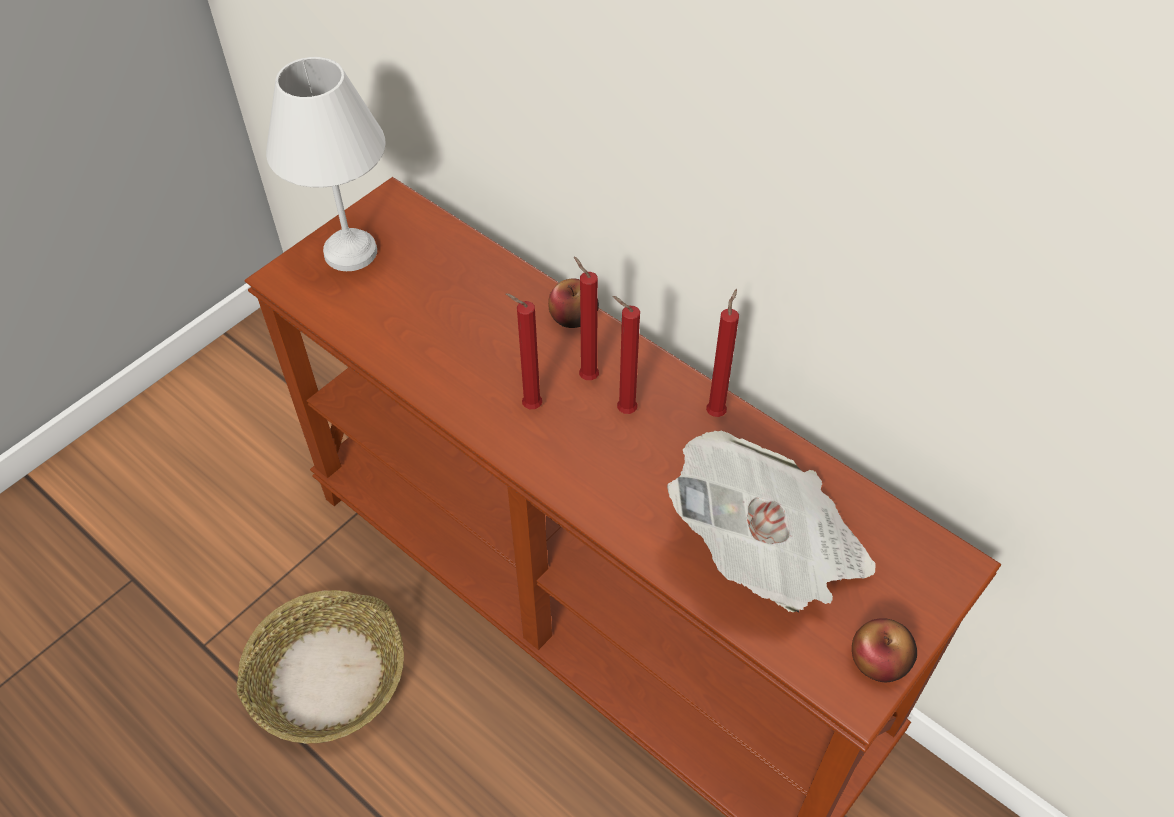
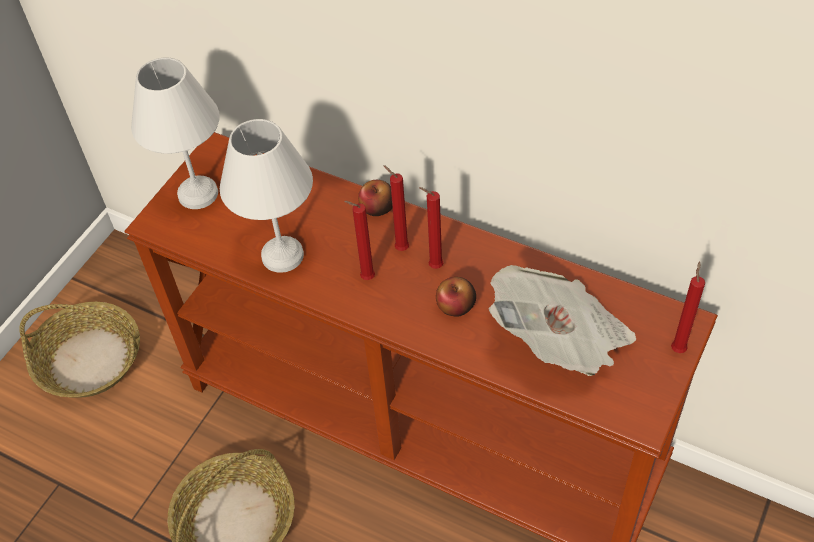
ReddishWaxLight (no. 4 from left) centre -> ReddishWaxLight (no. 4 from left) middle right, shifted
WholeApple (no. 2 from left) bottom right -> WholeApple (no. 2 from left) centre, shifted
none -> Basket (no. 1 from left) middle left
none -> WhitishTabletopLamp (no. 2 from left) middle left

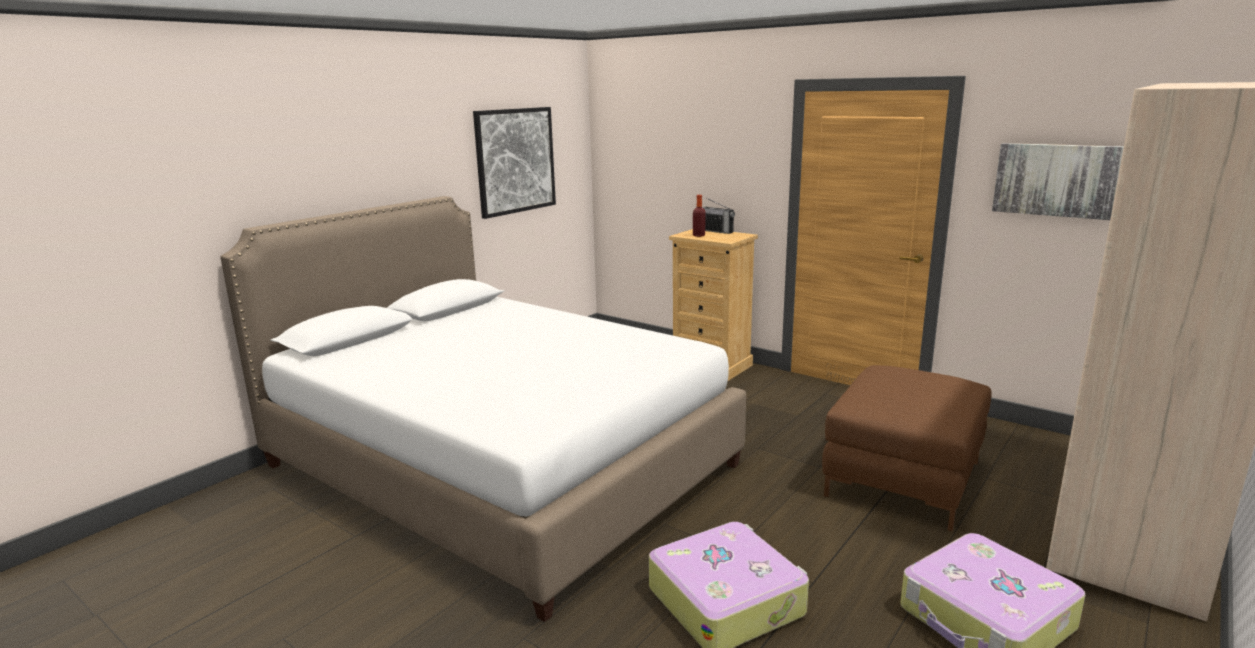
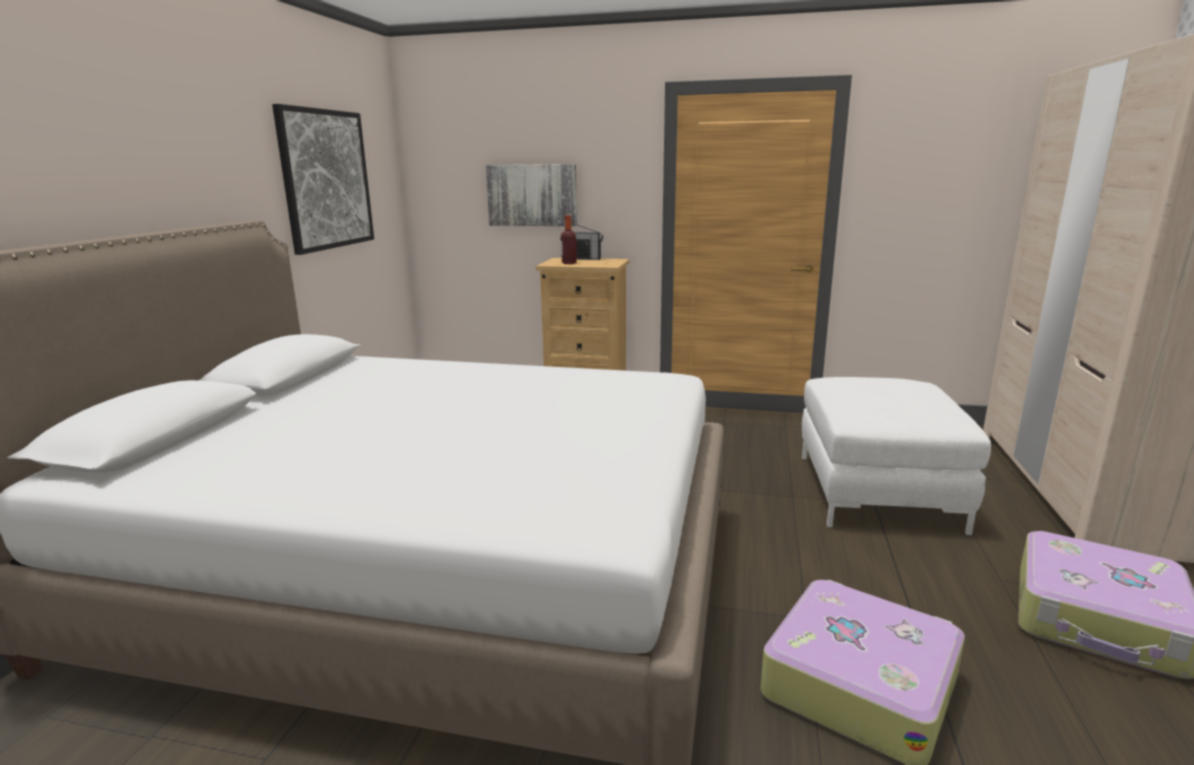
BrownColouredFootrest bottom right -> WhitishFootrest middle right
WallArt (no. 2 from left) top right -> WallArt (no. 2 from left) top centre, shifted

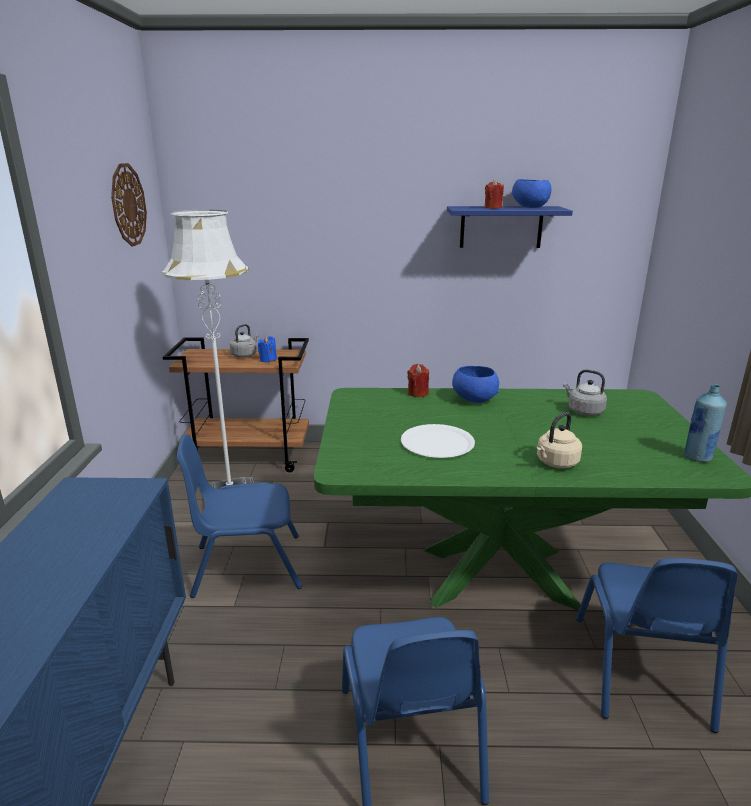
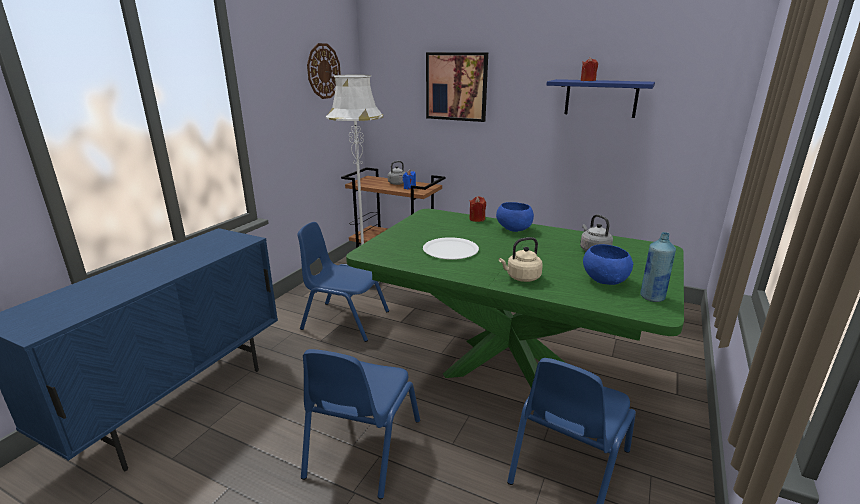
BluishServingBowl (no. 2 from left) top right -> BluishServingBowl (no. 2 from left) middle right, shifted
none -> WallArt top centre

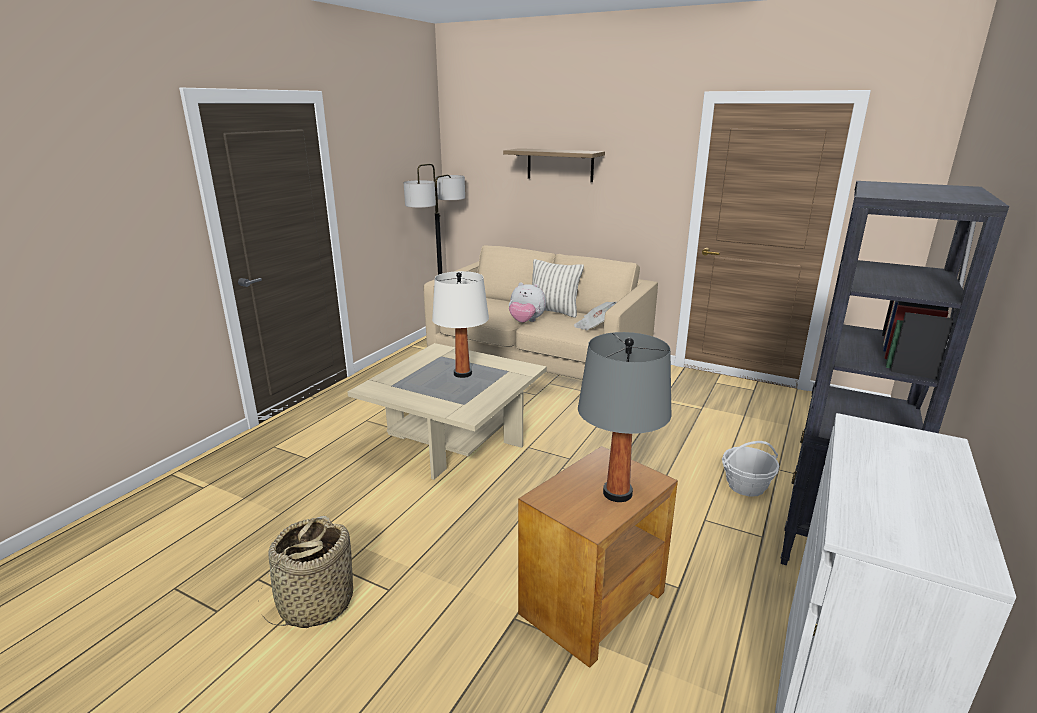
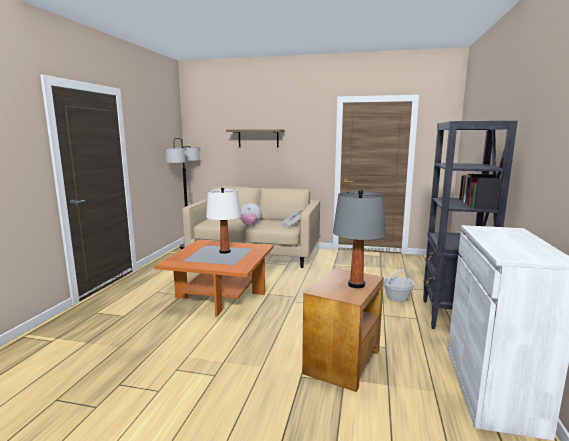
Basket (no. 1 from left) bottom left -> none
BeigeCoffeeTable centre -> OrangeyCoffeeTable centre
Pillow centre -> none

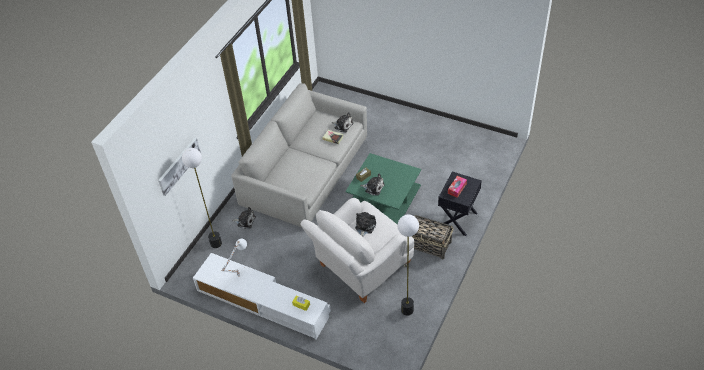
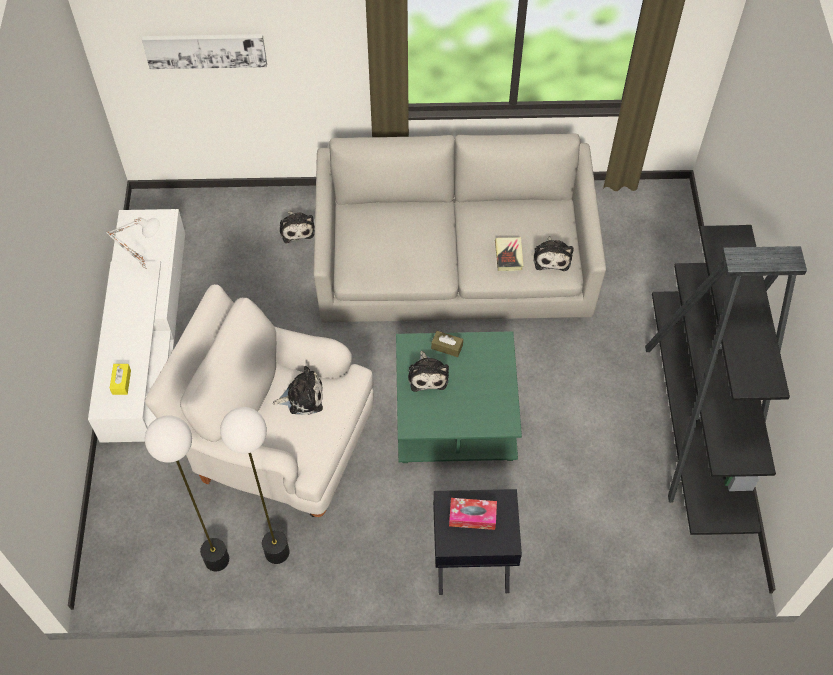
StandardLamp (no. 1 from left in the first image) middle left -> StandardLamp (no. 2 from left) bottom left, shifted
Basket centre -> none
none -> BlackColouredShelvingUnit middle right

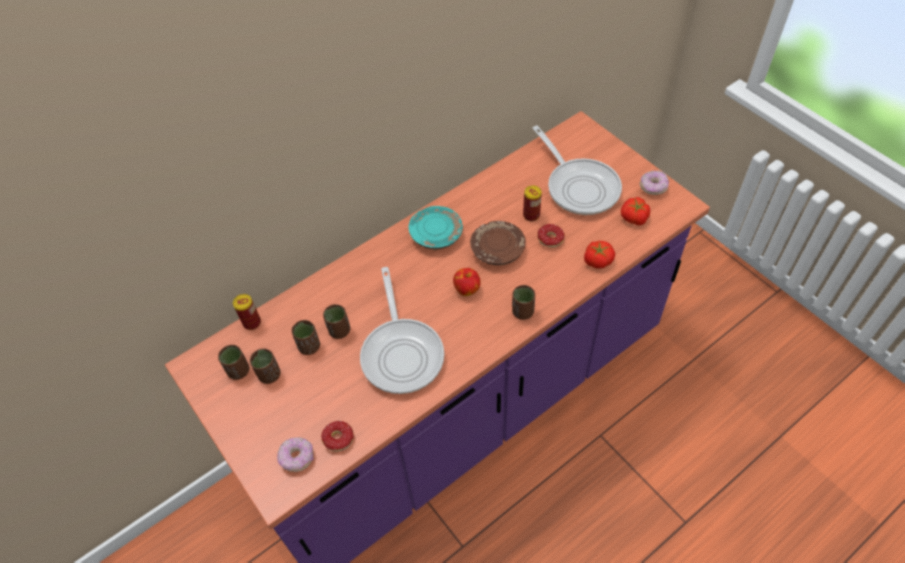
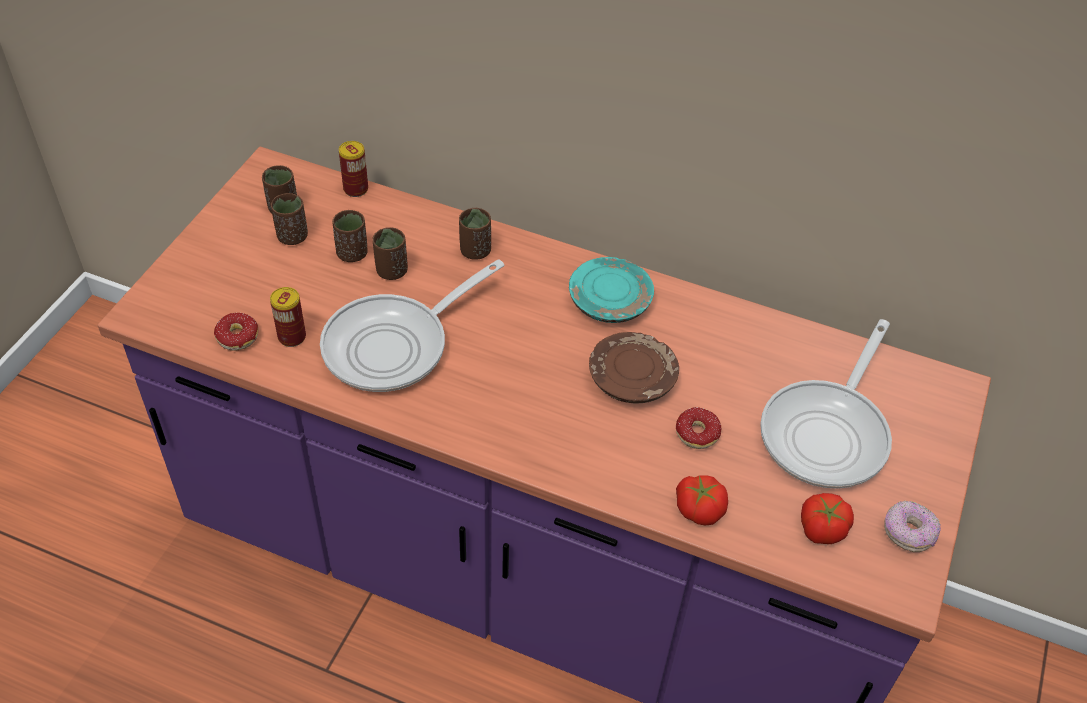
Donut (no. 1 from left) bottom left -> none
WholeApple centre -> none
BrownColouredCup (no. 5 from left) centre -> BrownColouredCup (no. 5 from left) top centre, shifted
Can (no. 2 from left in the first image) centre -> Can (no. 1 from left) middle left, shifted

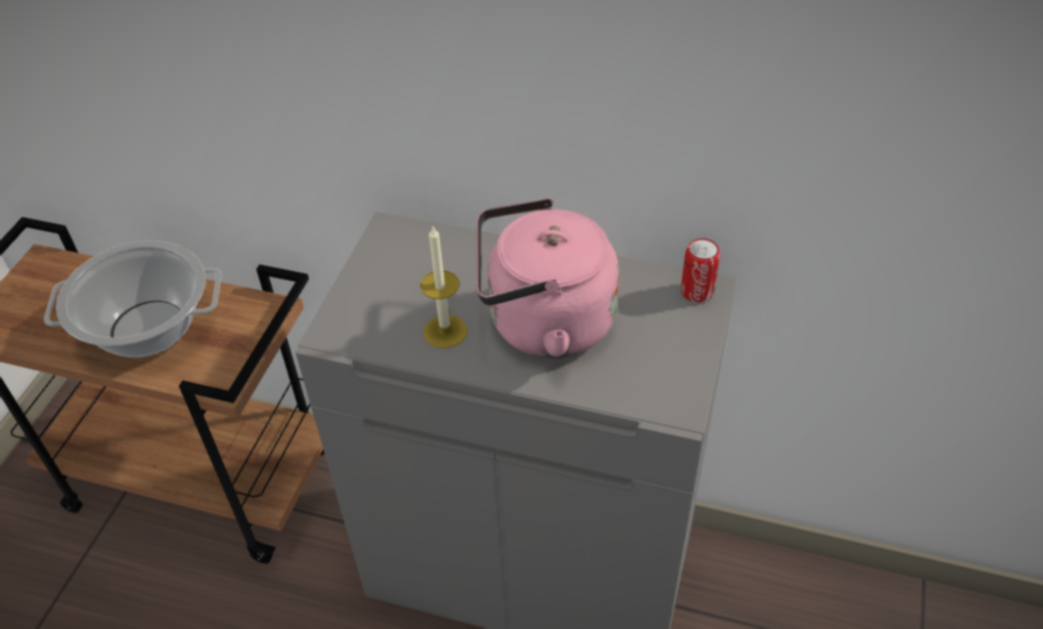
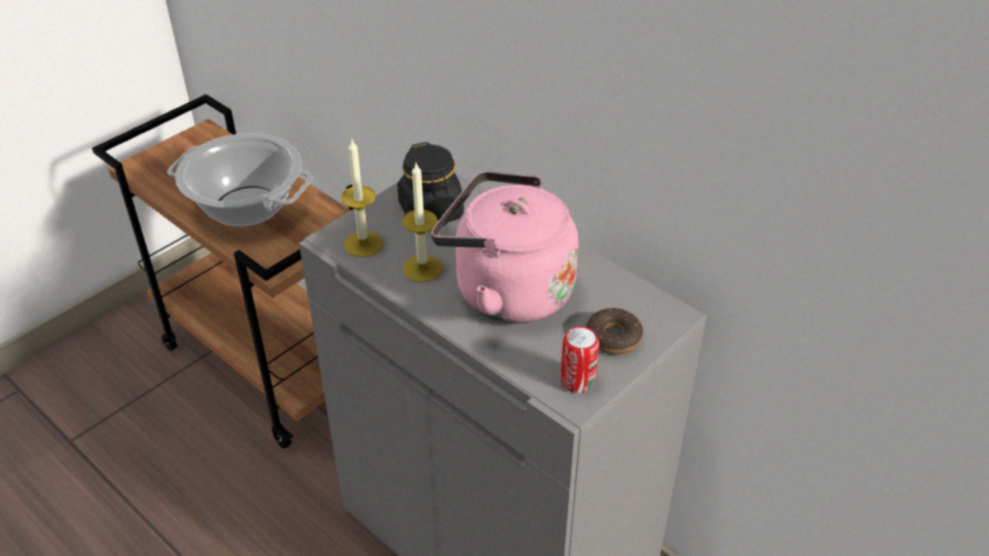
Can middle right -> Can centre, shifted
none -> WaxLight (no. 1 from left) centre
none -> BlackColouredStorageJar top centre
none -> Donut centre

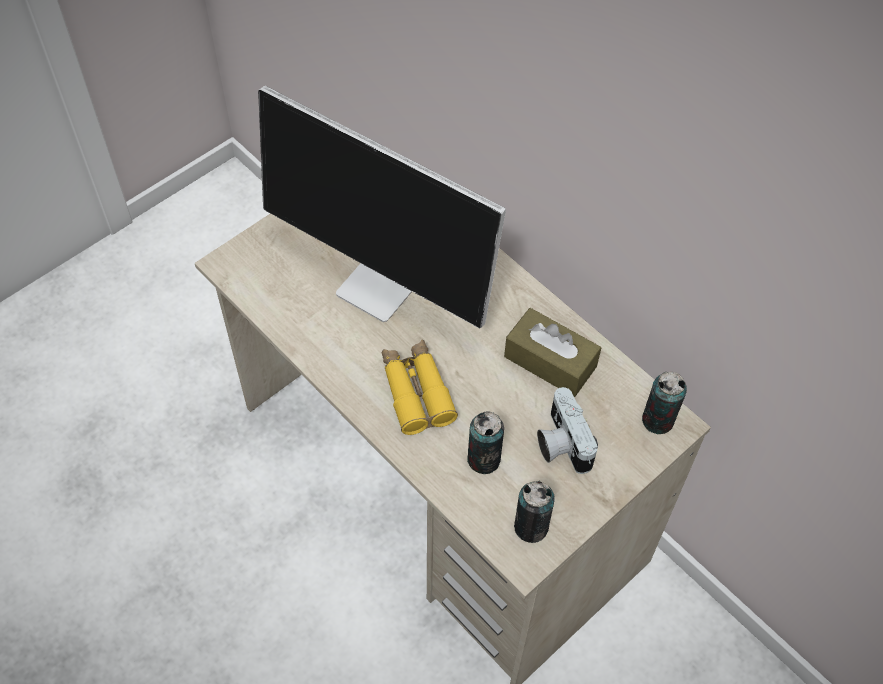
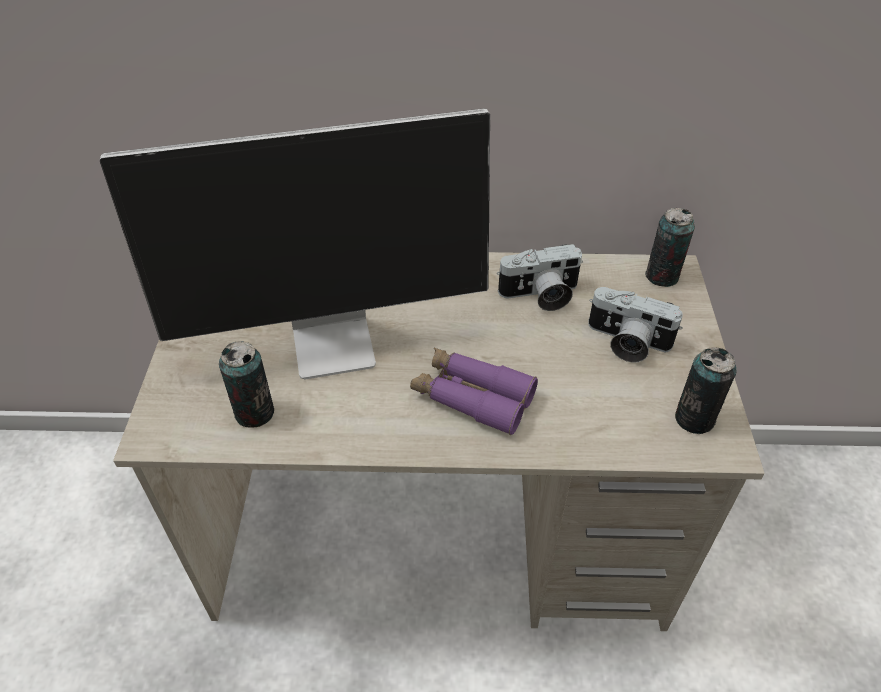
YellowBinoculars centre -> PurpleBinoculars centre
Can (no. 1 from left) centre -> Can (no. 1 from left) middle left, shifted
BrownColouredTissueBox centre -> StillCamera (no. 1 from left) centre

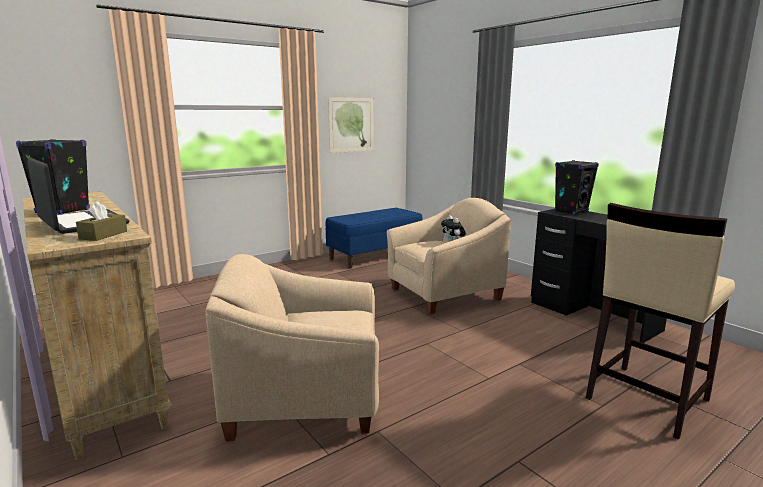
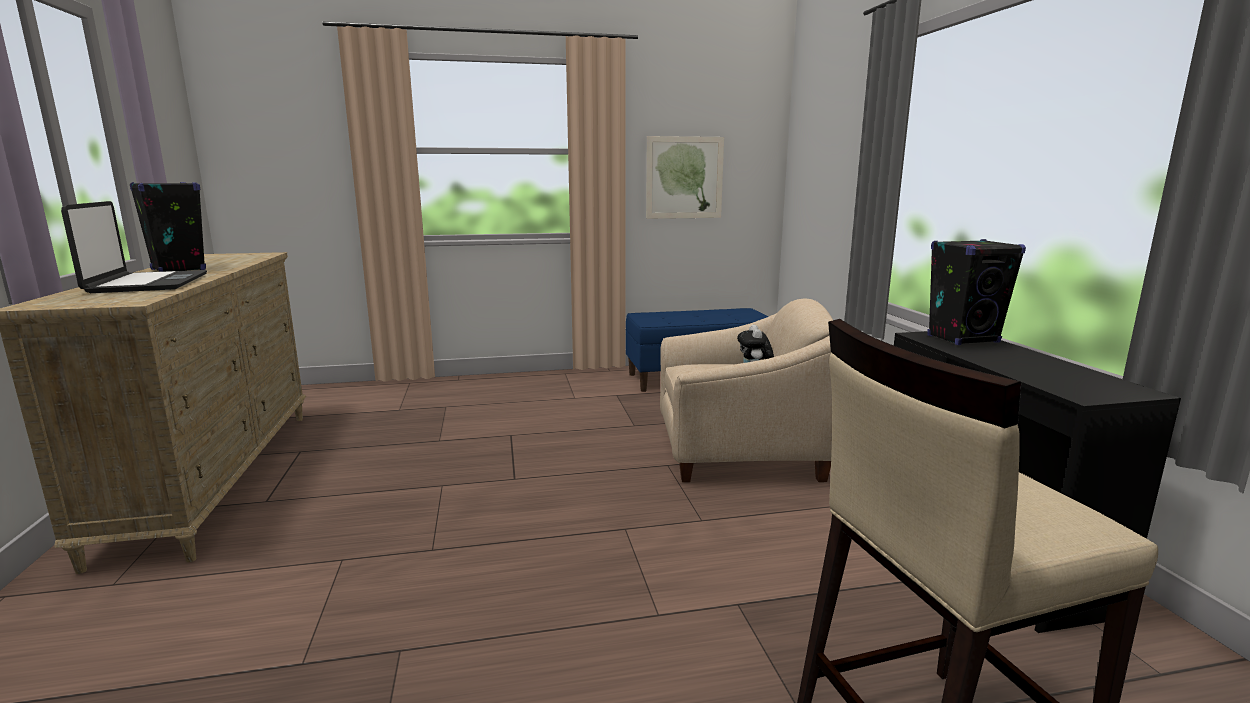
BrownColouredTissueBox middle left -> none
BeigeLoungeChair (no. 1 from left) bottom centre -> none

